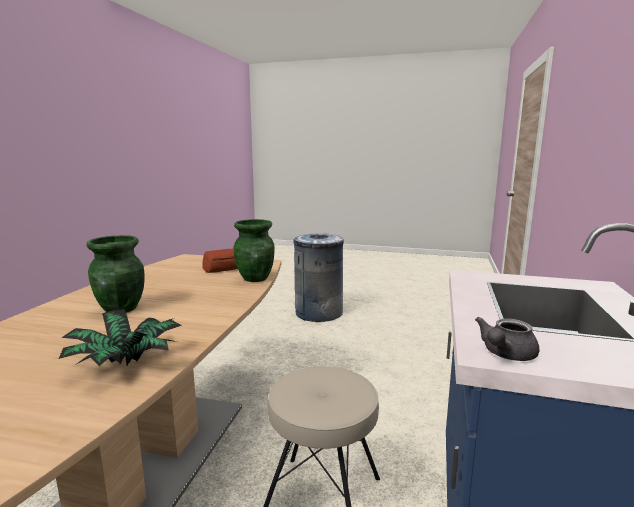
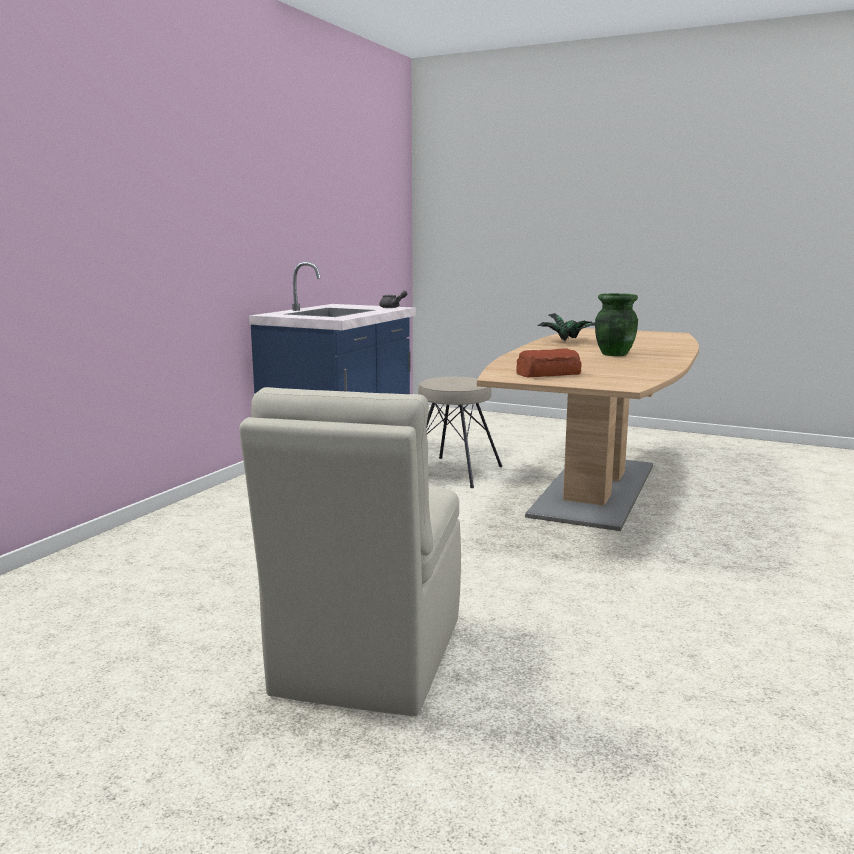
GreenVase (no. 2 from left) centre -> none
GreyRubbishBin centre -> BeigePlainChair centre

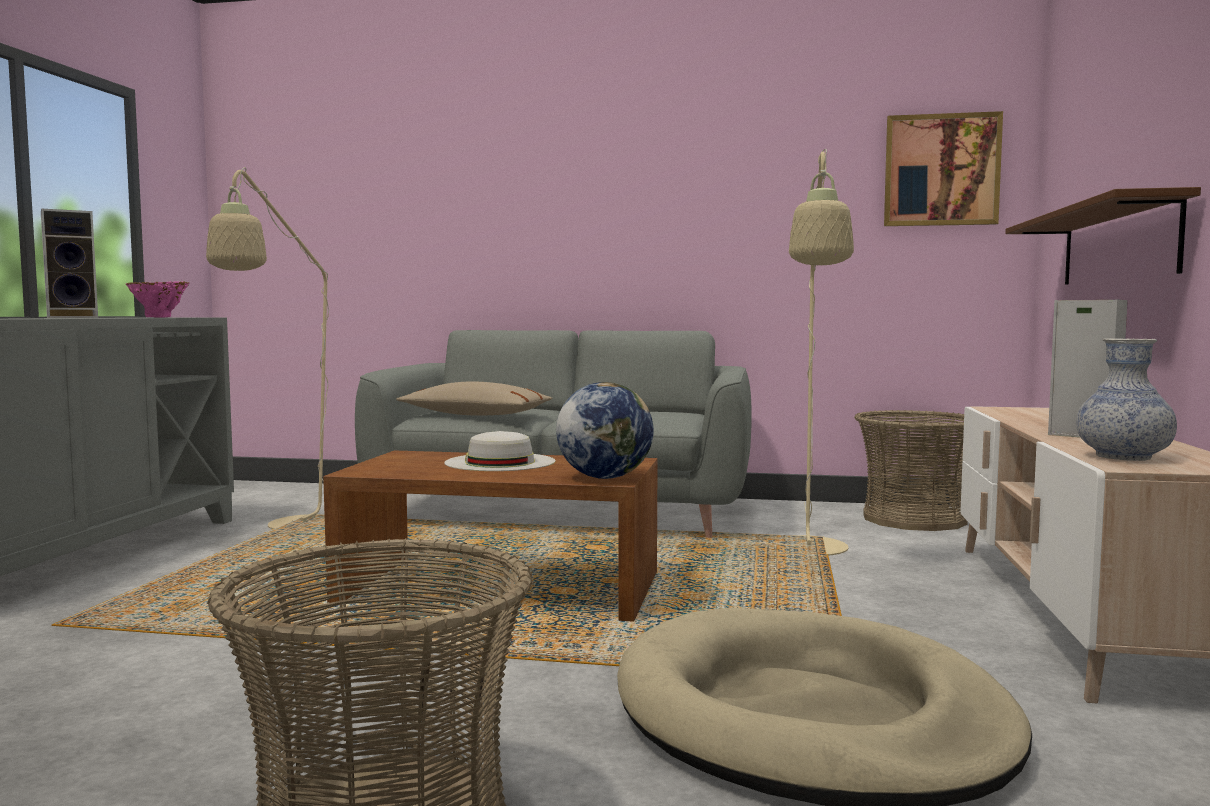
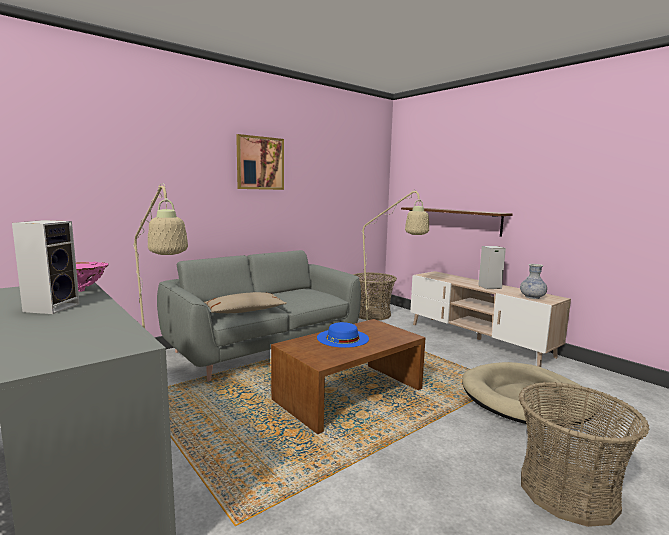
WhitishWearableHat centre -> BluishWearableHat centre
WorldGlobe centre -> none
WallArt top right -> WallArt top centre, shifted

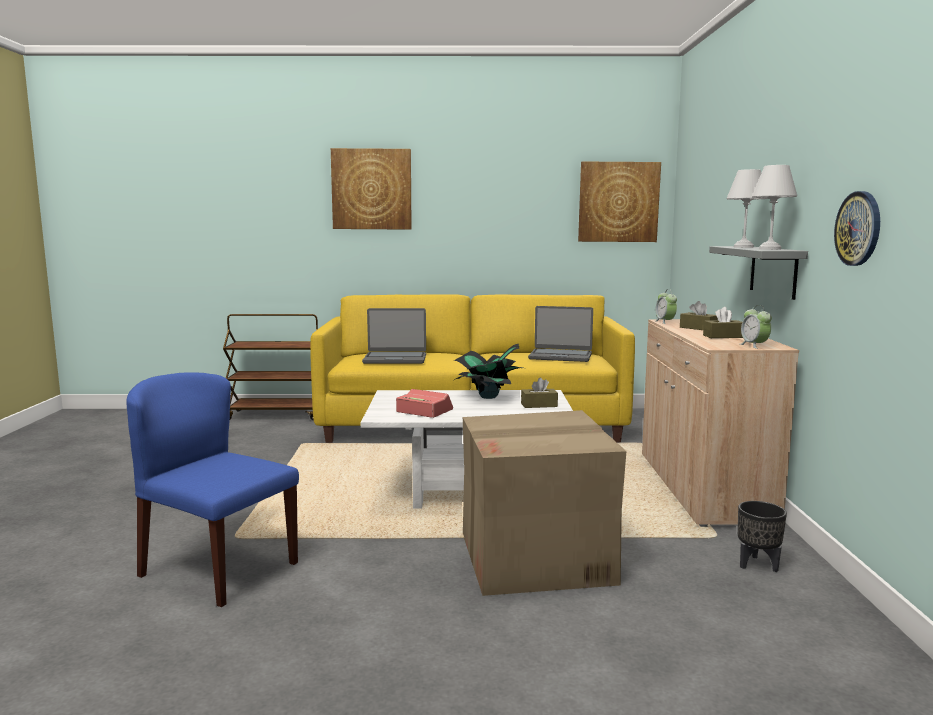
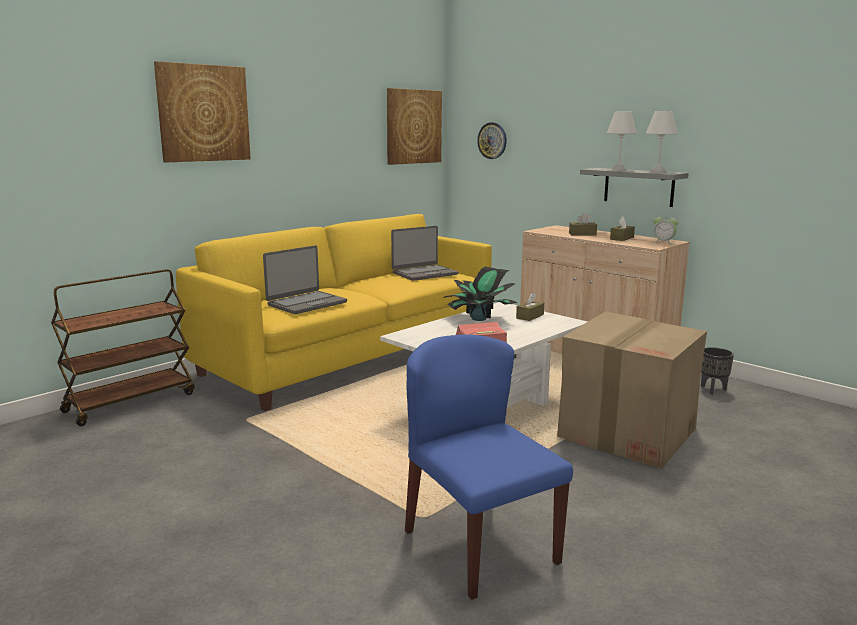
BluishPlainChair bottom left -> BluishPlainChair bottom centre, 75 degrees clockwise
BedsideClock (no. 2 from left) middle right -> none
ClockOnTheWall top right -> ClockOnTheWall top centre, shifted

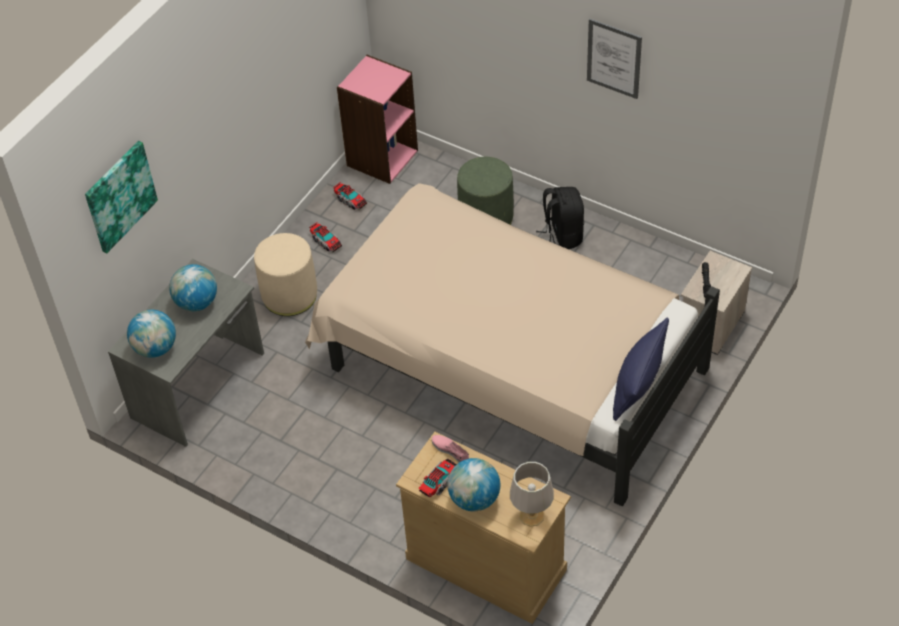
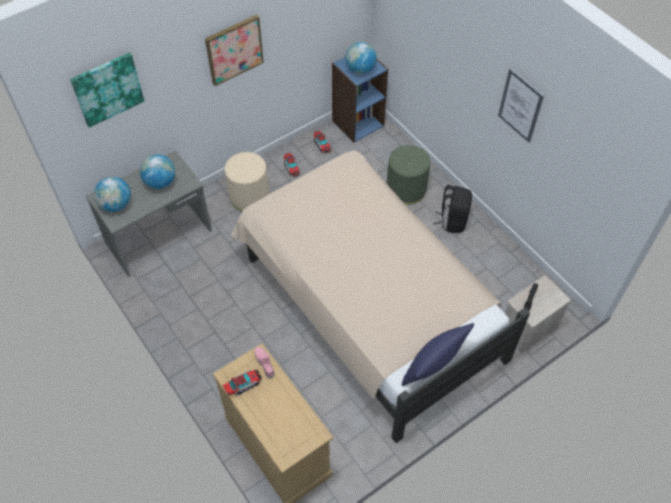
PinkColouredShelvingUnit top centre -> BluishShelvingUnit top centre
WorldGlobe (no. 3 from left) bottom centre -> WorldGlobe (no. 3 from left) top centre, shifted
GreyTabletopLamp bottom centre -> none
none -> WallArt (no. 2 from left) top centre

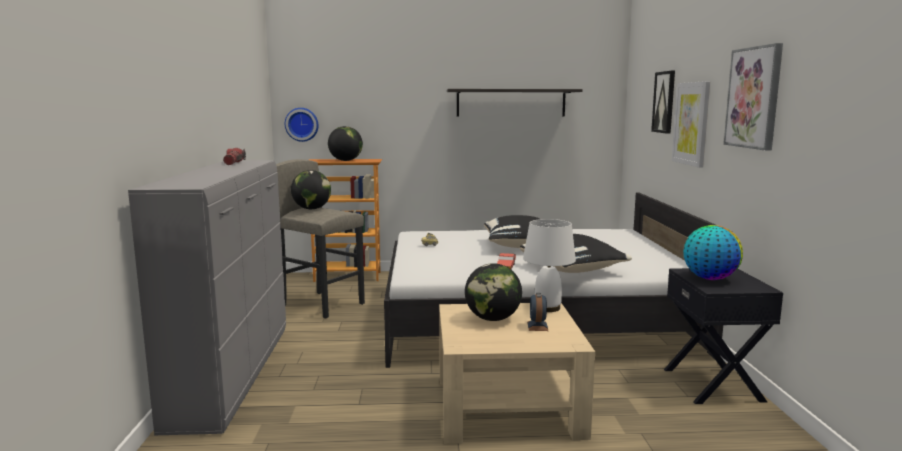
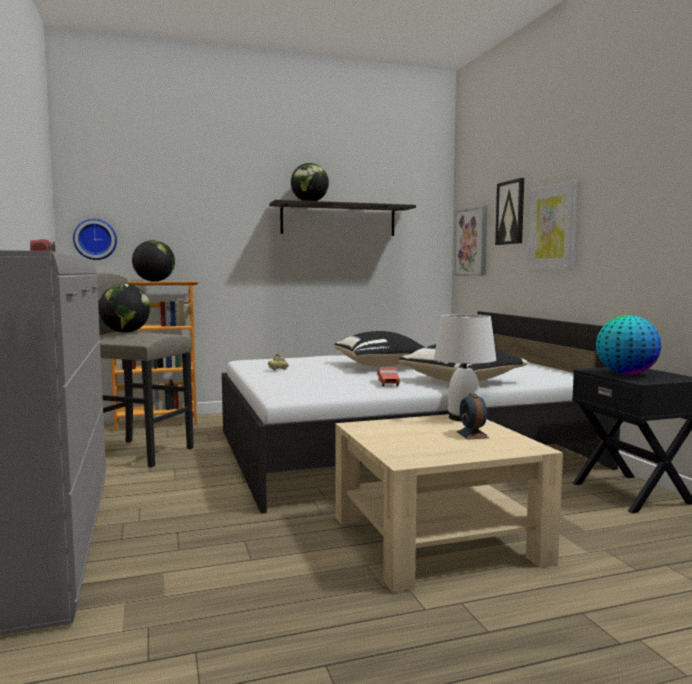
WorldGlobe (no. 3 from left) centre -> WorldGlobe (no. 3 from left) top centre, shifted
WallArt (no. 3 from left in the first image) top right -> WallArt (no. 1 from left) middle right, shifted

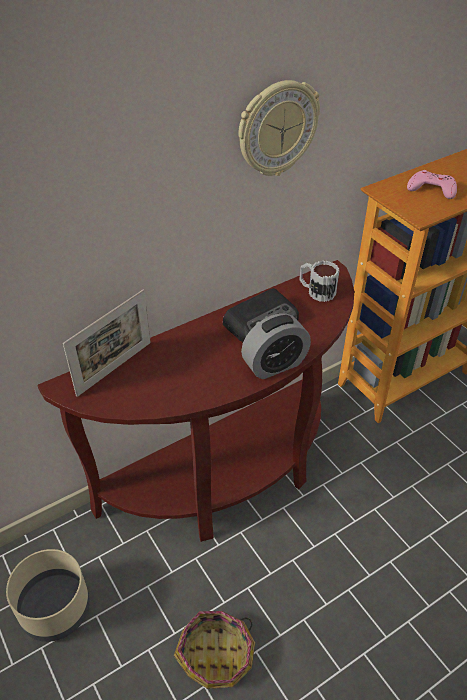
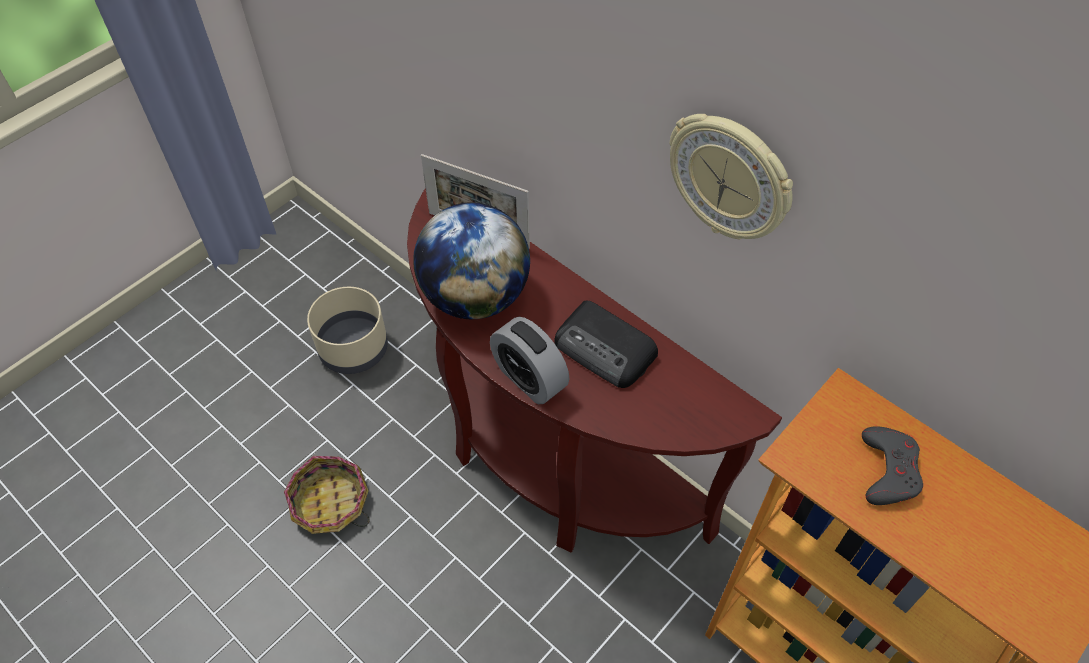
TeaMug middle right -> none
PinkColouredGamepad top right -> GreyGamepad bottom right
none -> WorldGlobe centre

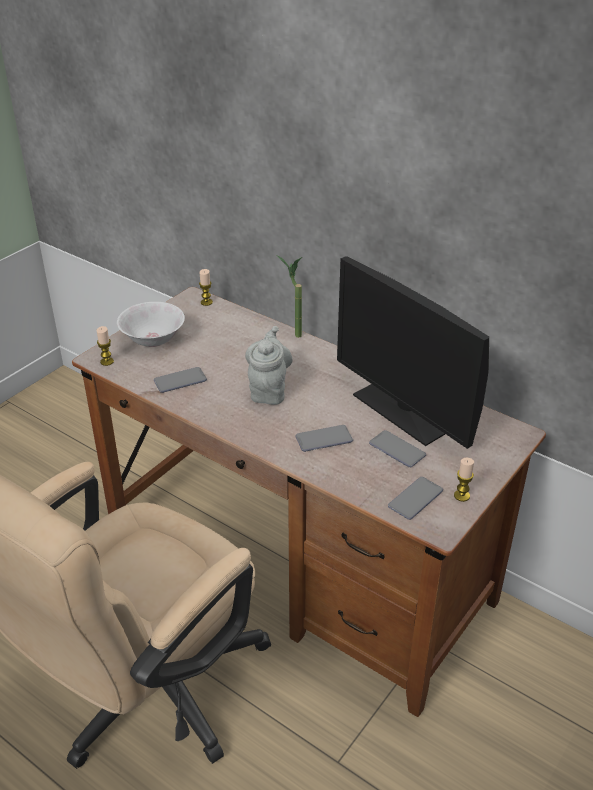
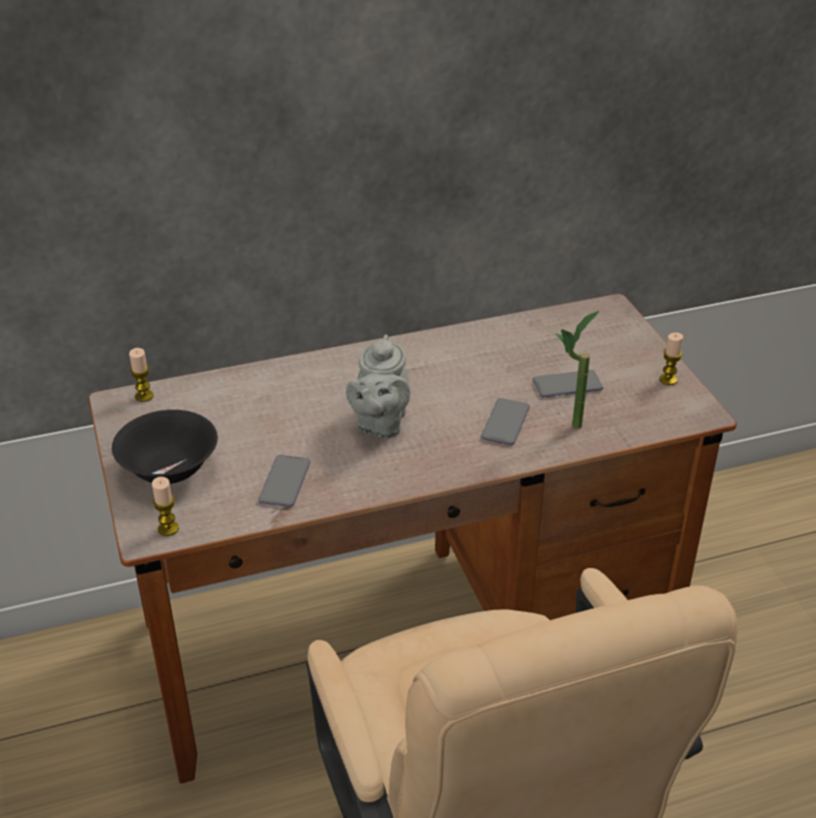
WhitishServingBowl middle left -> BlackColouredServingBowl middle left
GreyTeapot centre, 120 degrees counterclockwise
PlantInAPot centre -> PlantInAPot middle right, shifted
ComputerDisplay middle right -> none
Handset (no. 4 from left) middle right -> none

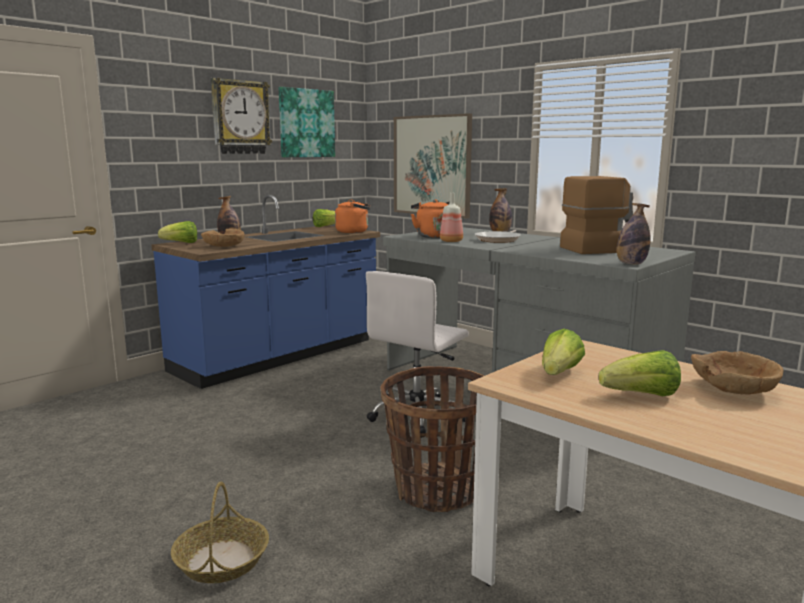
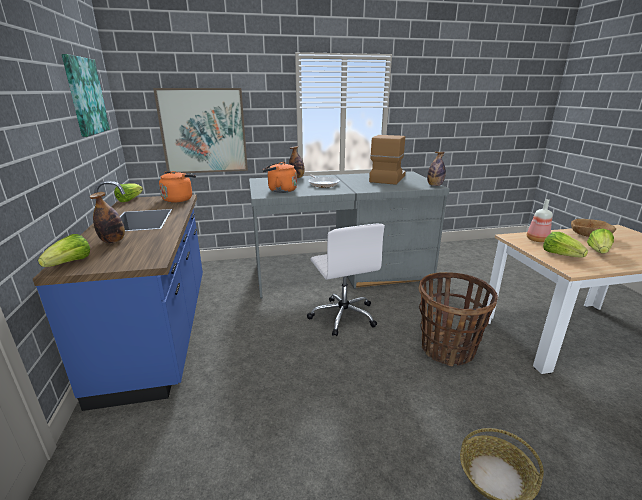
BrownColouredServingBowl (no. 1 from left) middle left -> none
ClockOnTheWall top left -> none
BeverageBottle (no. 2 from left in the first image) centre -> BeverageBottle (no. 4 from left) middle right, shifted

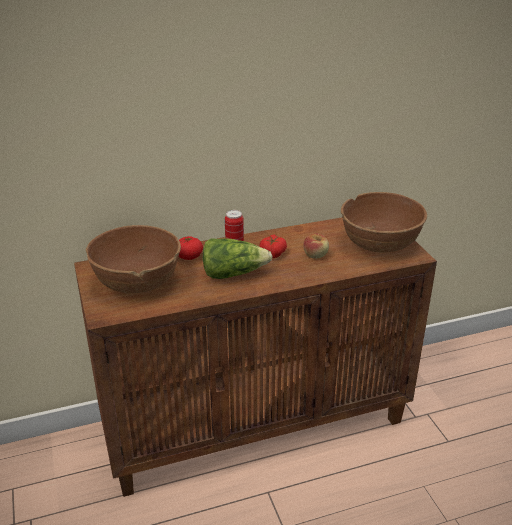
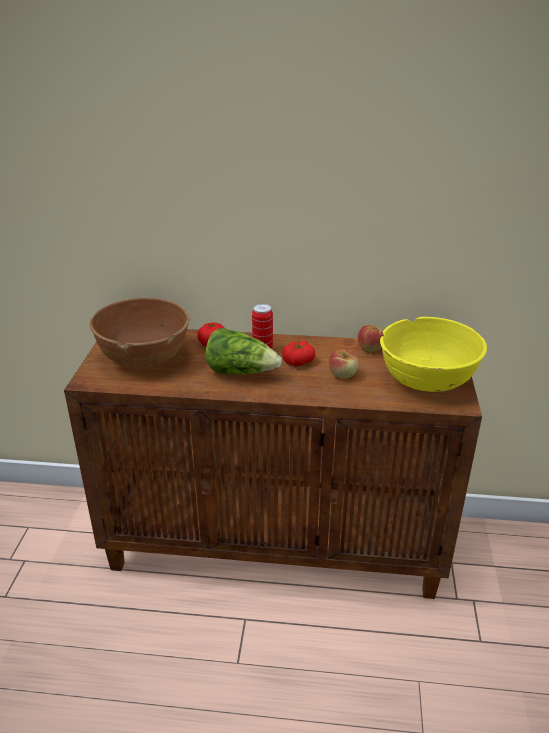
BrownColouredServingBowl (no. 2 from left) middle right -> YellowServingBowl middle right
none -> WholeApple (no. 2 from left) middle right

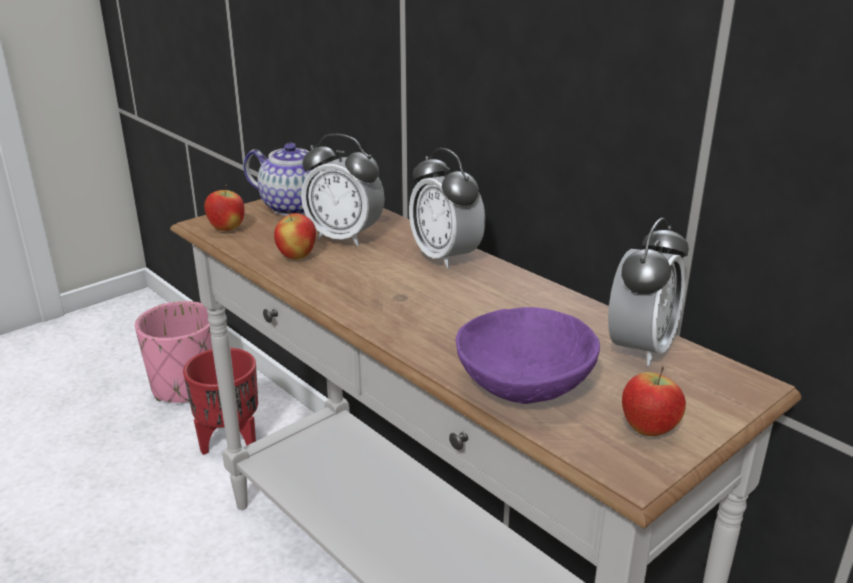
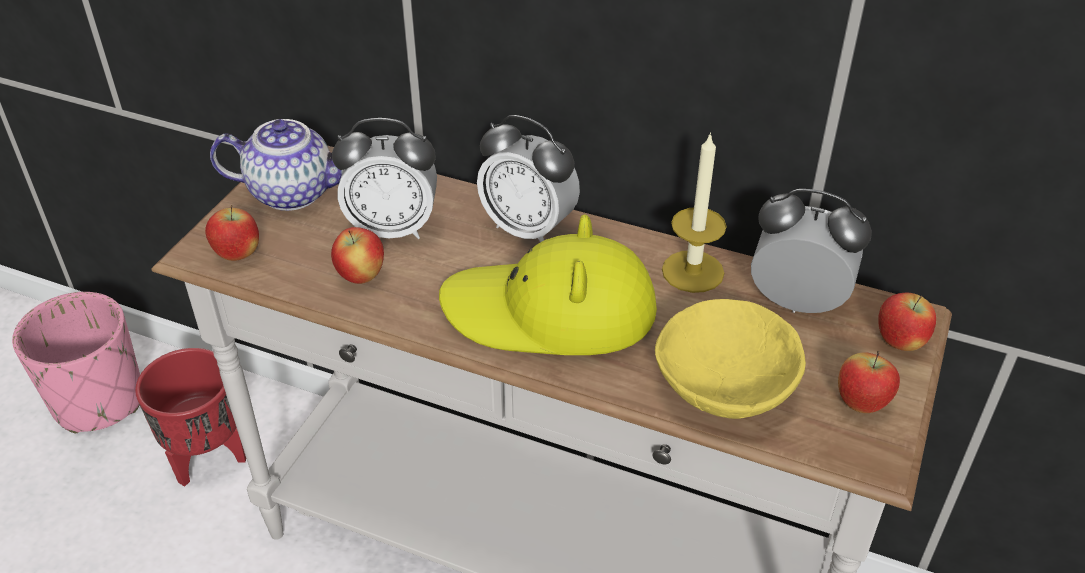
PurpleServingBowl centre -> YellowServingBowl middle right
BedsideClock (no. 3 from left) middle right, 75 degrees counterclockwise
none -> YellowWearableHat centre
none -> WaxLight centre
none -> WholeApple (no. 4 from left) middle right

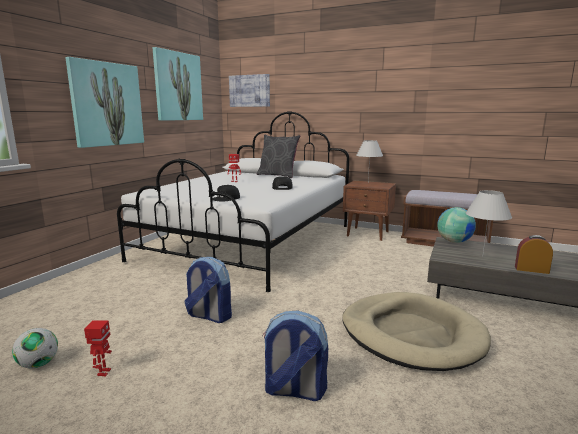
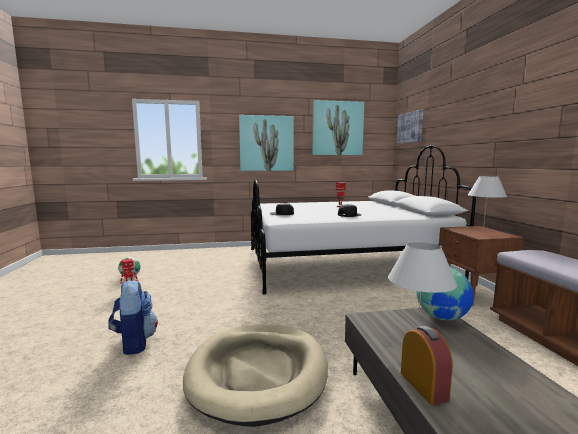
Rucksack (no. 1 from left) bottom centre -> none
GreyPillow centre -> none

